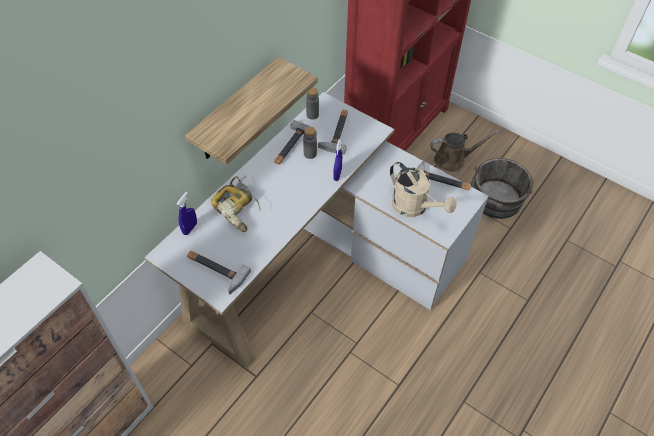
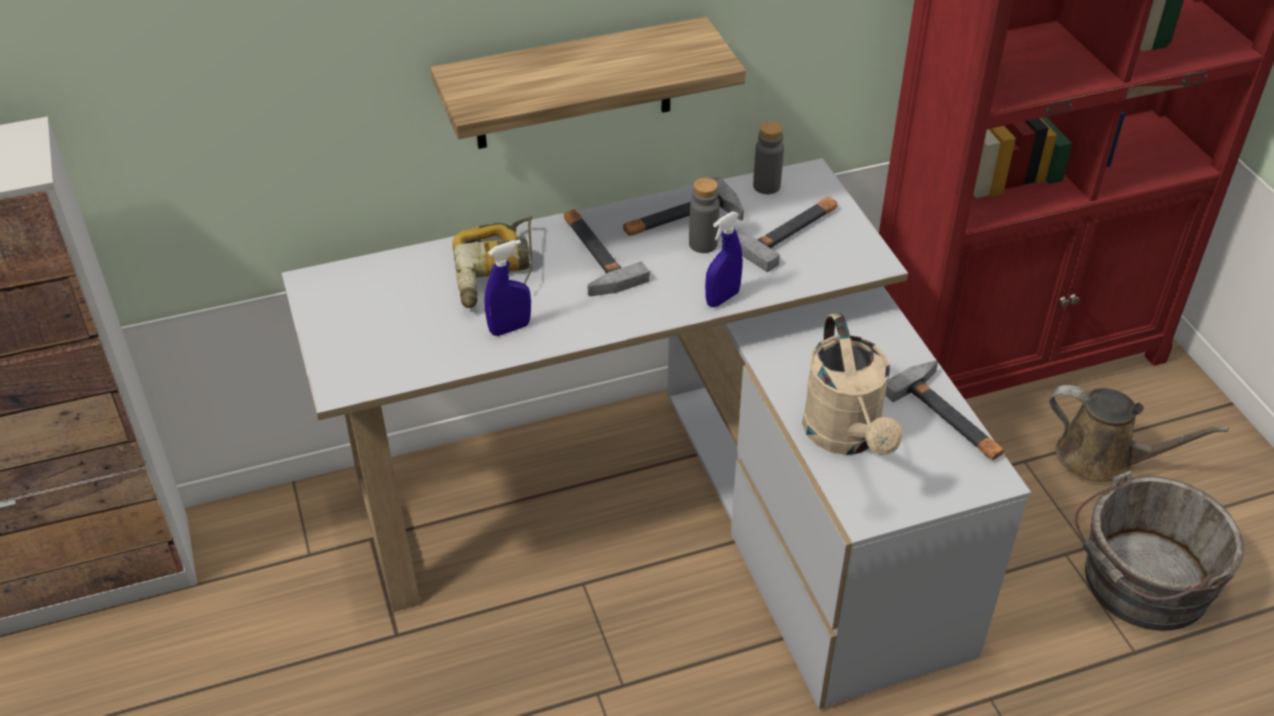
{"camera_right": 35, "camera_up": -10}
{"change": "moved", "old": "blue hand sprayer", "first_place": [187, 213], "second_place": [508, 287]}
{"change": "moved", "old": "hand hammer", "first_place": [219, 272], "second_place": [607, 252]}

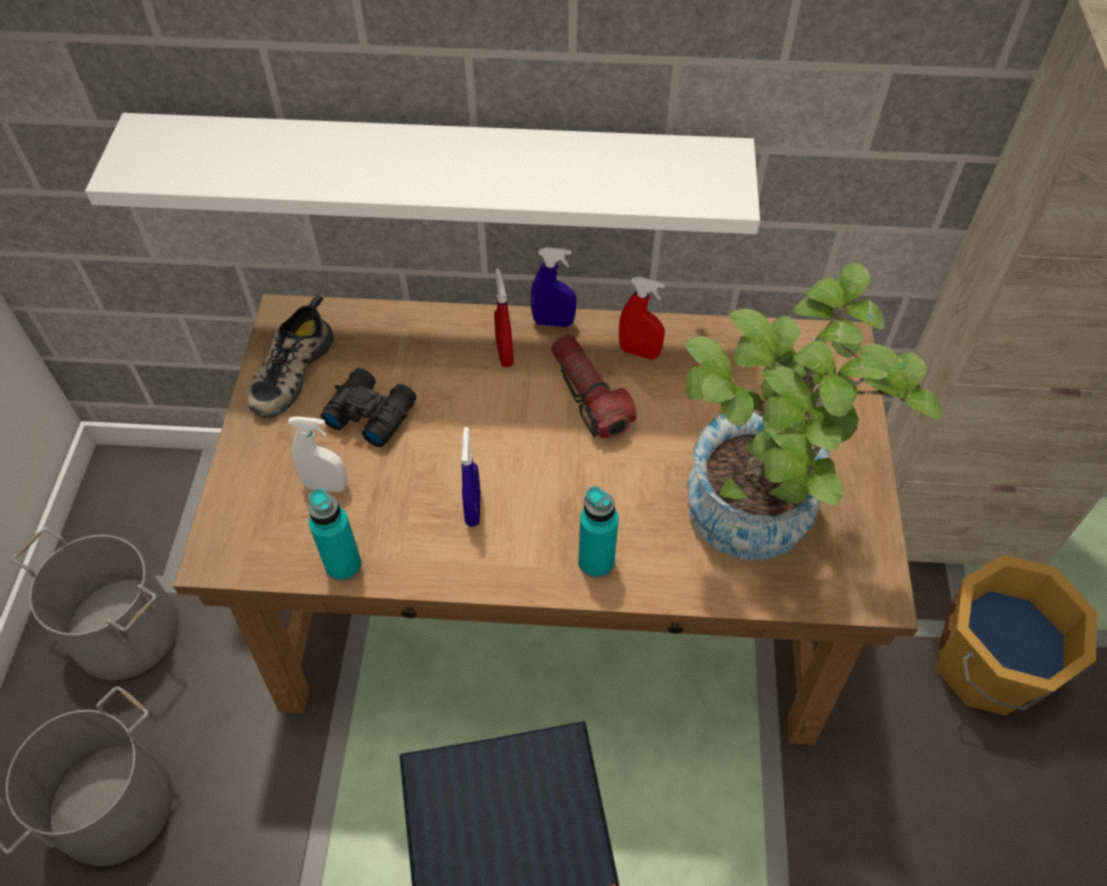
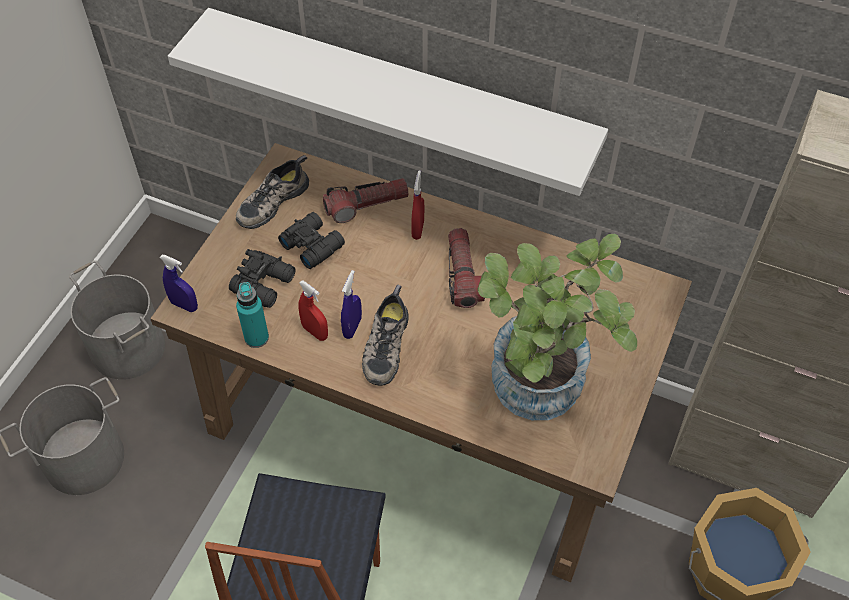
{"camera_right": 20, "camera_up": 0}
{"change": "moved", "old": "blue hand sprayer", "first_place": [553, 287], "second_place": [179, 283]}
{"change": "moved", "old": "red-coloured hand sprayer", "first_place": [642, 318], "second_place": [313, 310]}
{"change": "replaced", "old": "white-coloured hand sprayer", "new": "black binoculars", "first_place": [318, 454], "second_place": [262, 278]}
{"change": "removed", "old": "turquoise beverage bottle", "first_place": [598, 532]}
{"change": "added", "new": "torch", "second_place": [366, 200]}
{"change": "added", "new": "item of footwear", "second_place": [385, 335]}

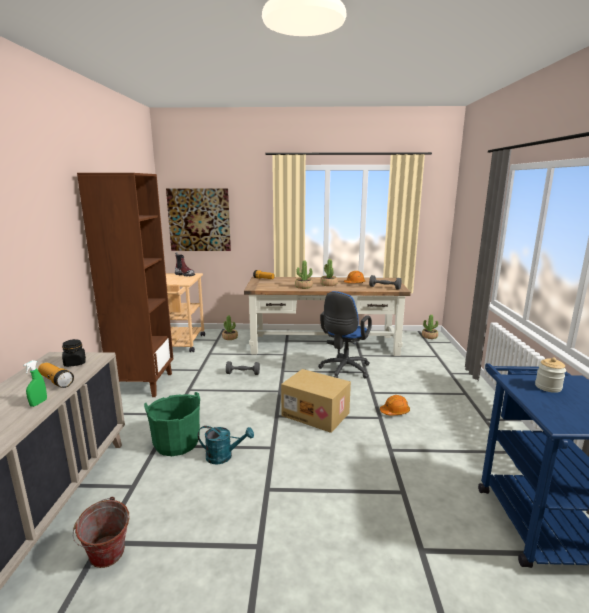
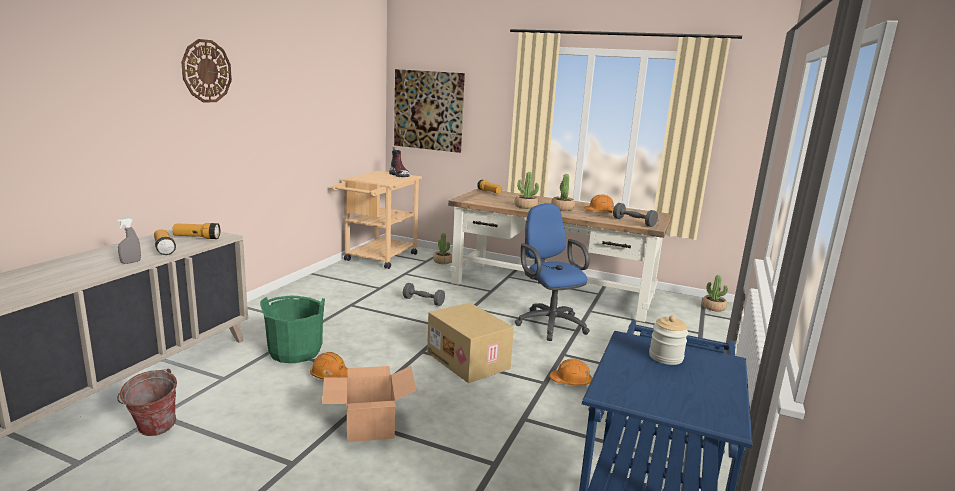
{"camera_right": 20, "camera_up": 0}
{"change": "removed", "old": "brownish bookshelf", "first_place": [125, 285]}
{"change": "turned", "old": "blue desk chair", "first_place": [345, 335], "second_place": [552, 272], "degrees": 105}
{"change": "replaced", "old": "black preserve jar", "new": "torch", "first_place": [74, 353], "second_place": [196, 231]}
{"change": "recoloured", "old": "green hand sprayer", "new": "gray hand sprayer", "first_place": [35, 383], "second_place": [129, 241]}
{"change": "replaced", "old": "turquoise sprinkling can", "new": "orange-coloured work helmet", "first_place": [226, 445], "second_place": [329, 366]}
{"change": "added", "new": "wall clock", "second_place": [206, 71]}
{"change": "added", "new": "packing box", "second_place": [369, 404]}

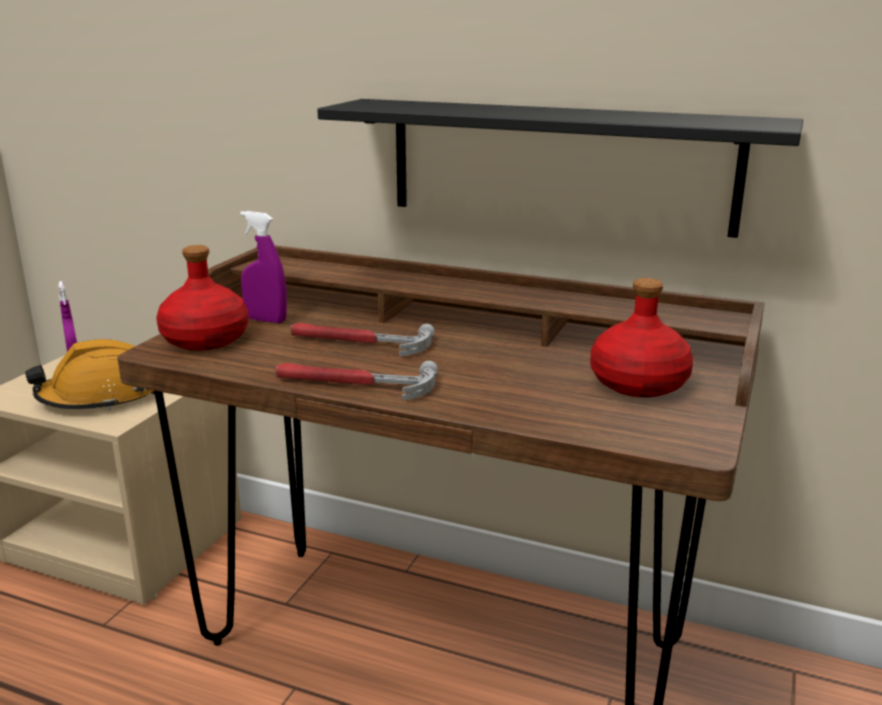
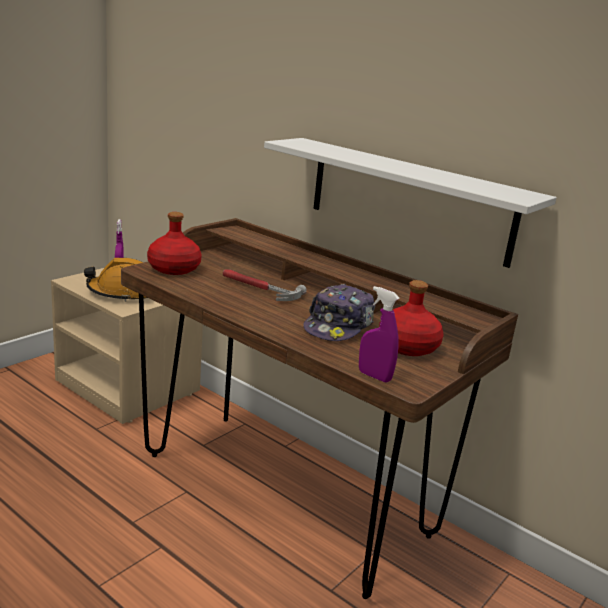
{"camera_right": 15, "camera_up": 0}
{"change": "recoloured", "old": "black shelf", "new": "white-coloured shelf", "first_place": [560, 168], "second_place": [410, 203]}
{"change": "moved", "old": "purple hand sprayer", "first_place": [263, 267], "second_place": [379, 334]}
{"change": "removed", "old": "hand hammer", "first_place": [357, 380]}
{"change": "added", "new": "peaked cap", "second_place": [339, 312]}

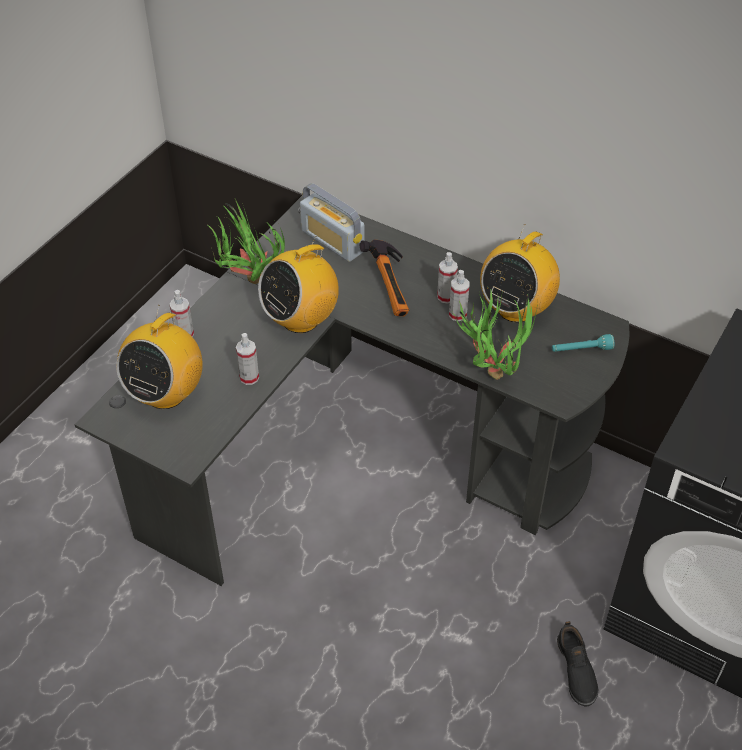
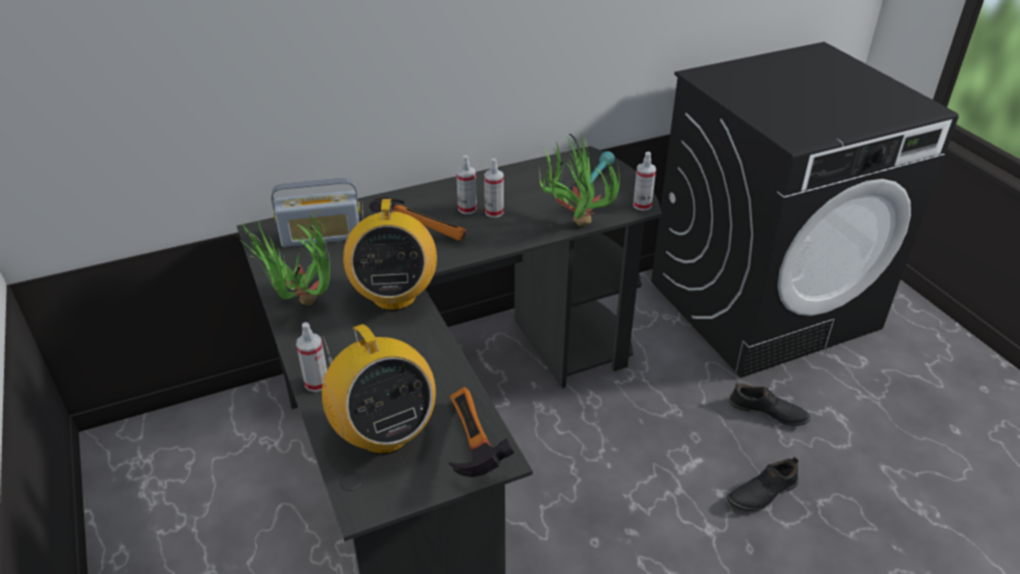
{"camera_right": -55, "camera_up": -10}
{"change": "removed", "old": "radio set", "first_place": [520, 273]}
{"change": "moved", "old": "hand sprayer", "first_place": [247, 359], "second_place": [644, 181]}
{"change": "added", "new": "hand hammer", "second_place": [481, 432]}
{"change": "added", "new": "black item of footwear", "second_place": [763, 484]}

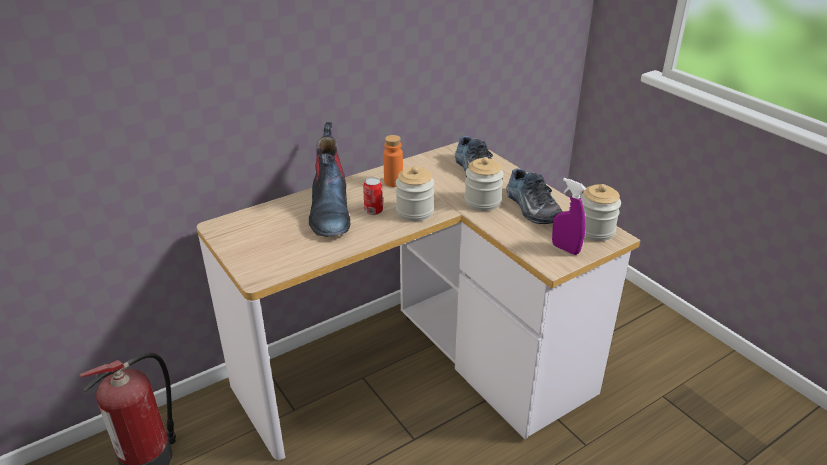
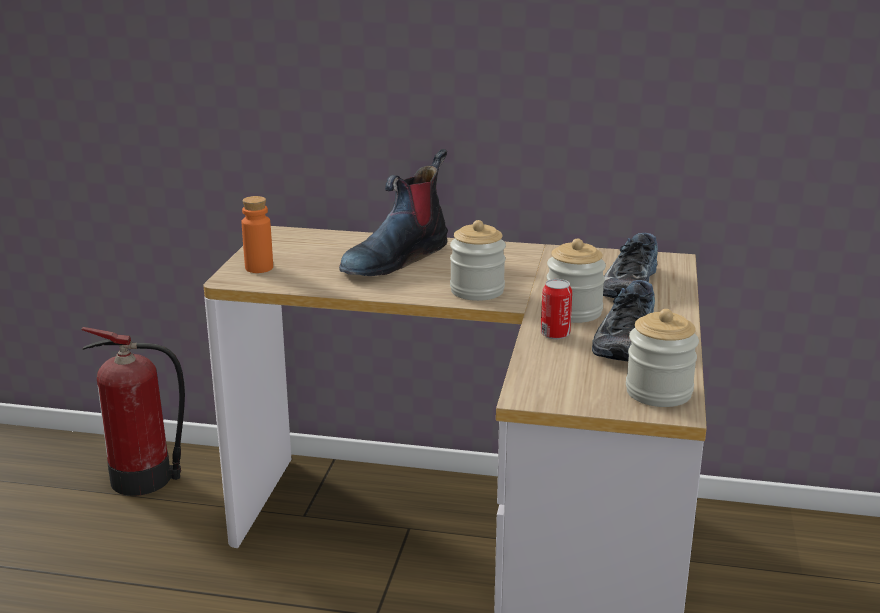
{"camera_right": 45, "camera_up": -10}
{"change": "moved", "old": "orange-coloured beverage bottle", "first_place": [393, 161], "second_place": [257, 234]}
{"change": "moved", "old": "sealed can", "first_place": [373, 196], "second_place": [556, 309]}
{"change": "removed", "old": "purple hand sprayer", "first_place": [569, 216]}

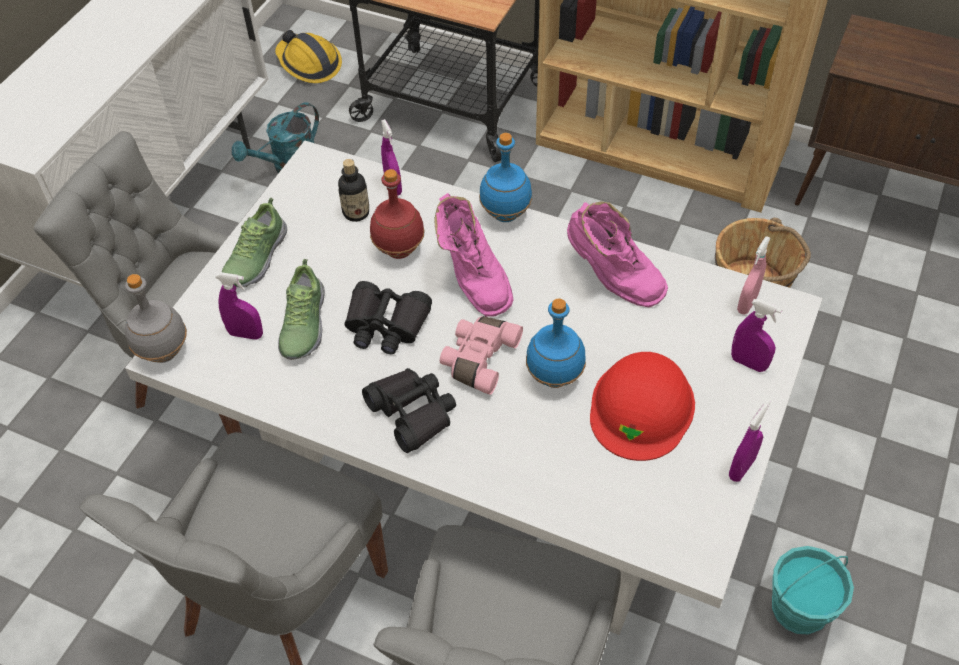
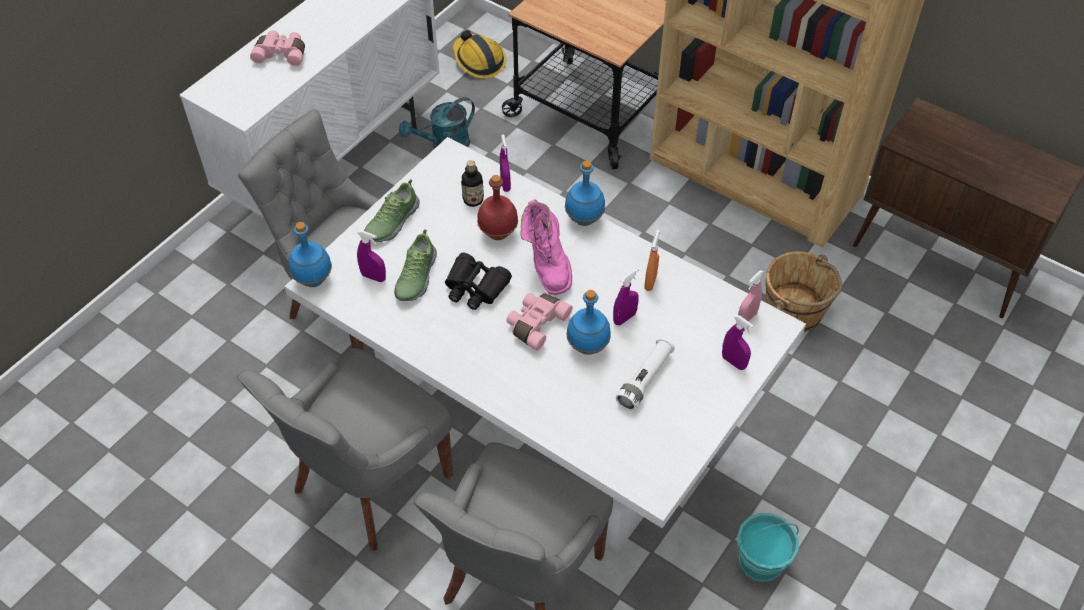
{"camera_right": 10, "camera_up": 0}
{"change": "replaced", "old": "pinkish high-top boot", "new": "orange-coloured hand sprayer", "first_place": [617, 254], "second_place": [652, 260]}
{"change": "recoloured", "old": "gray beverage bottle", "new": "blue beverage bottle", "first_place": [156, 318], "second_place": [310, 254]}
{"change": "replaced", "old": "red-coloured work helmet", "new": "white-coloured torch", "first_place": [642, 406], "second_place": [645, 374]}
{"change": "removed", "old": "black binoculars", "first_place": [409, 410]}
{"change": "moved", "old": "purple hand sprayer", "first_place": [750, 441], "second_place": [626, 296]}
{"change": "added", "new": "pinkish binoculars", "second_place": [277, 48]}

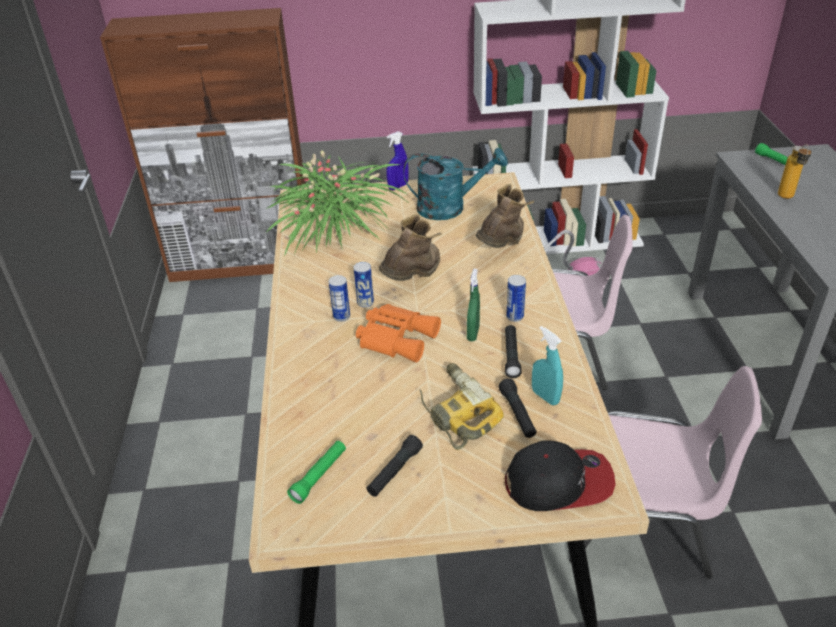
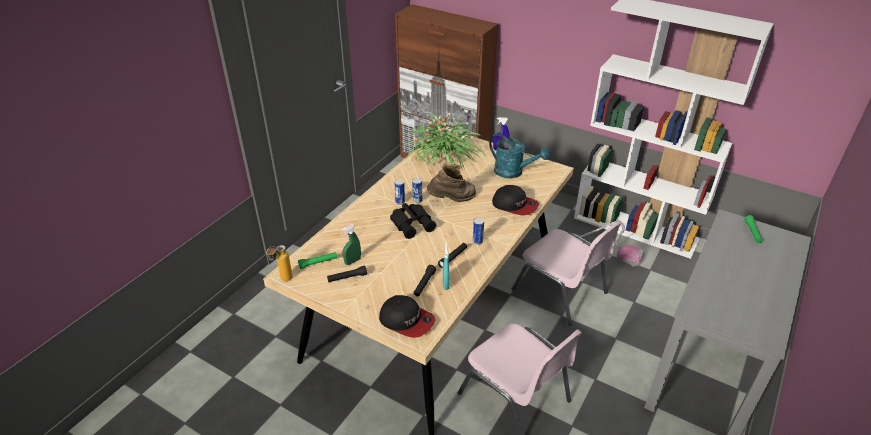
{"camera_right": 35, "camera_up": 0}
{"change": "moved", "old": "beverage bottle", "first_place": [794, 171], "second_place": [280, 263]}
{"change": "replaced", "old": "brownish high-top boot", "new": "peaked cap", "first_place": [505, 216], "second_place": [515, 200]}
{"change": "moved", "old": "green hand sprayer", "first_place": [473, 305], "second_place": [351, 244]}
{"change": "recoloured", "old": "orange-coloured binoculars", "new": "black binoculars", "first_place": [398, 333], "second_place": [413, 221]}
{"change": "removed", "old": "drill", "first_place": [462, 406]}

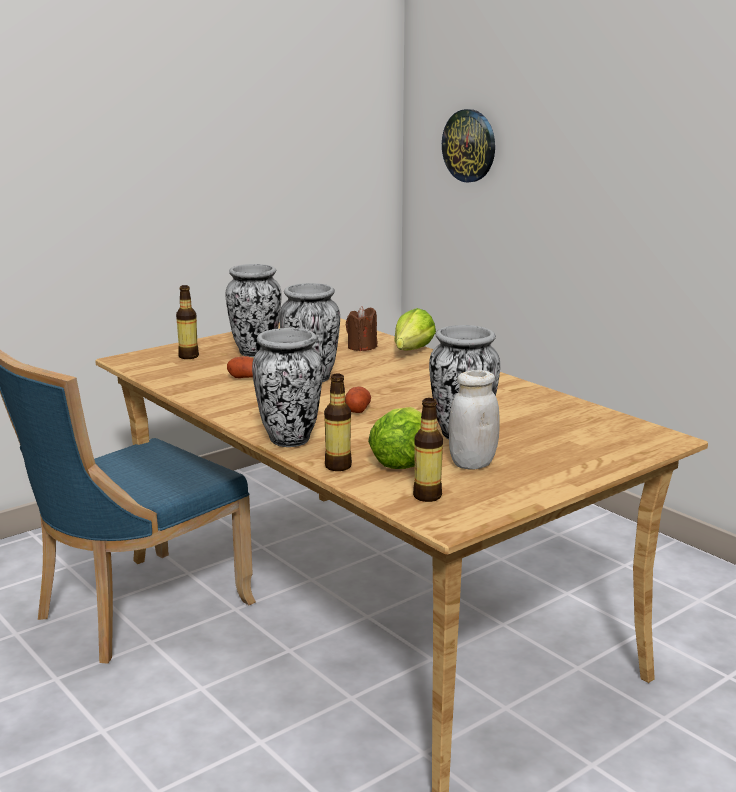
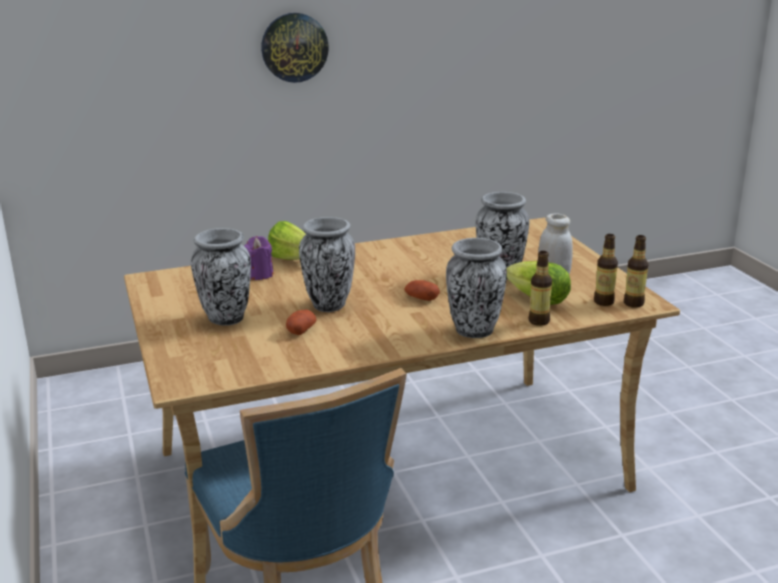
{"camera_right": -70, "camera_up": 5}
{"change": "moved", "old": "wall clock", "first_place": [468, 146], "second_place": [295, 48]}
{"change": "moved", "old": "beverage bottle", "first_place": [187, 322], "second_place": [636, 271]}
{"change": "recoloured", "old": "brownish wax light", "new": "purple wax light", "first_place": [361, 328], "second_place": [258, 258]}

